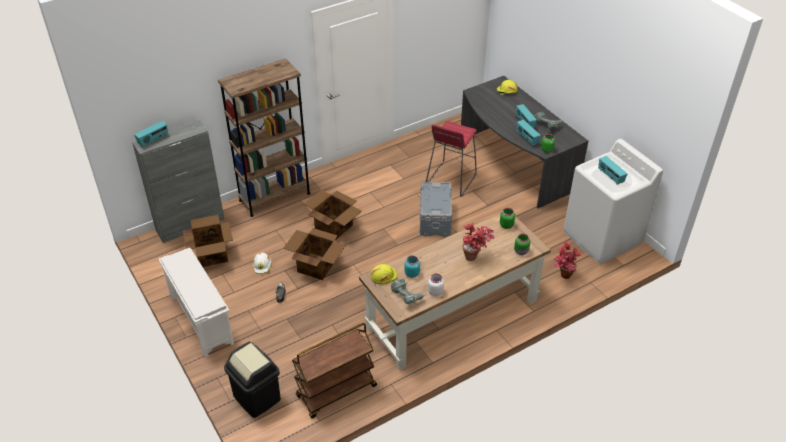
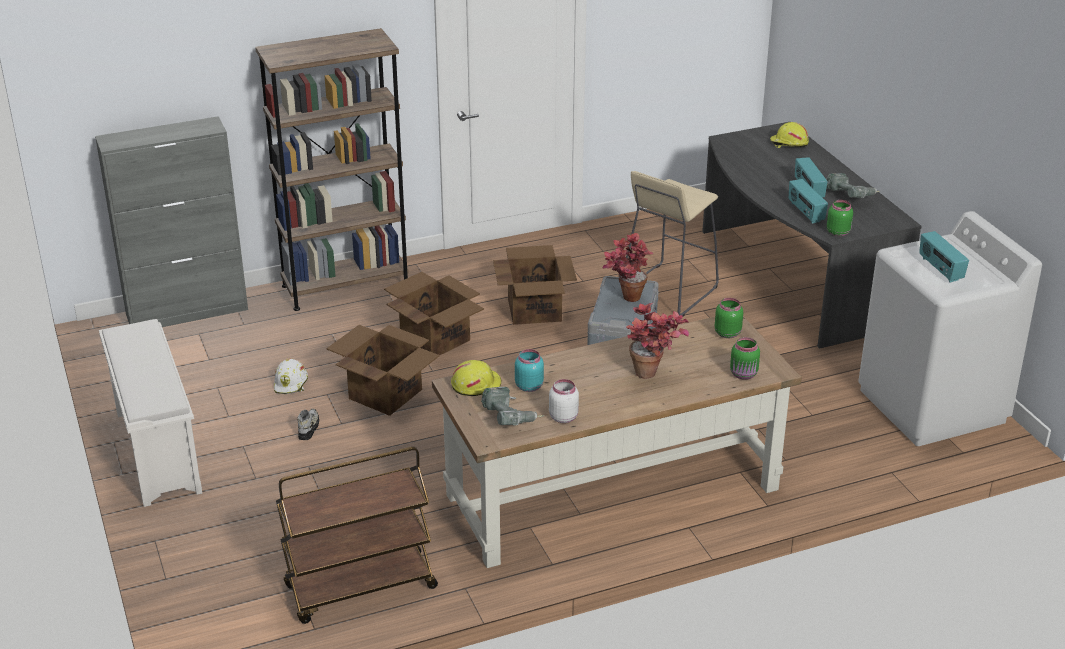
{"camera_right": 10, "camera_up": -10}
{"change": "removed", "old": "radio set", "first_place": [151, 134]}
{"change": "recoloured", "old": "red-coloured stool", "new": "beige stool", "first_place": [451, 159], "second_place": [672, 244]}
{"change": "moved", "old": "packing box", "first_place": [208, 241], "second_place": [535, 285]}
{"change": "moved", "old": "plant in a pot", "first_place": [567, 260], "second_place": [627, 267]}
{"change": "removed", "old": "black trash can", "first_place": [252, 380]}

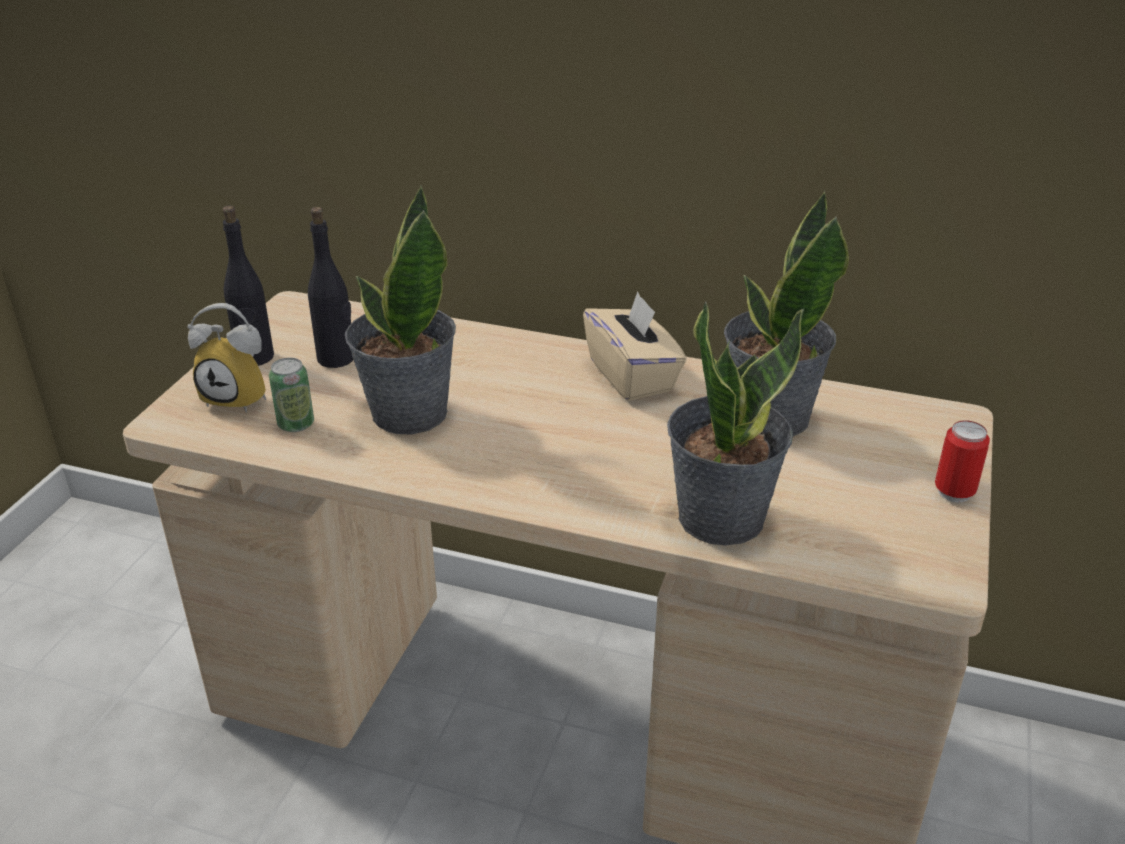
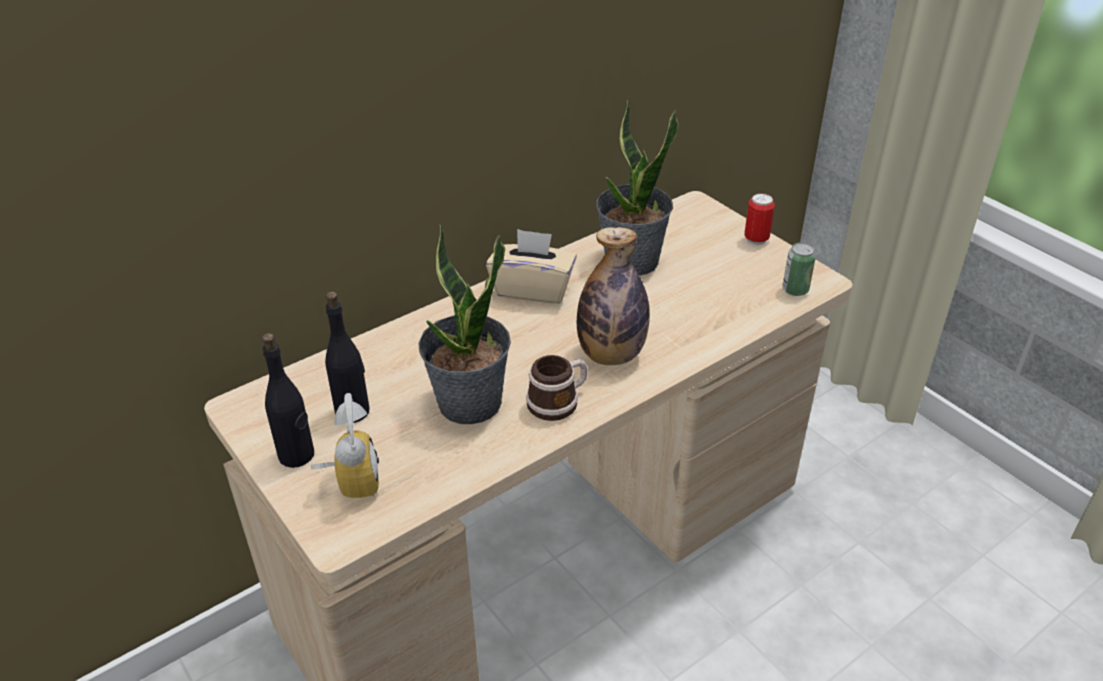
{"camera_right": -55, "camera_up": 5}
{"change": "removed", "old": "plant in a pot", "first_place": [735, 424]}
{"change": "turned", "old": "alarm clock", "first_place": [226, 358], "second_place": [345, 445], "degrees": -60}
{"change": "moved", "old": "sealed can", "first_place": [291, 395], "second_place": [799, 269]}
{"change": "added", "new": "beverage bottle", "second_place": [613, 296]}
{"change": "added", "new": "tea mug", "second_place": [557, 388]}

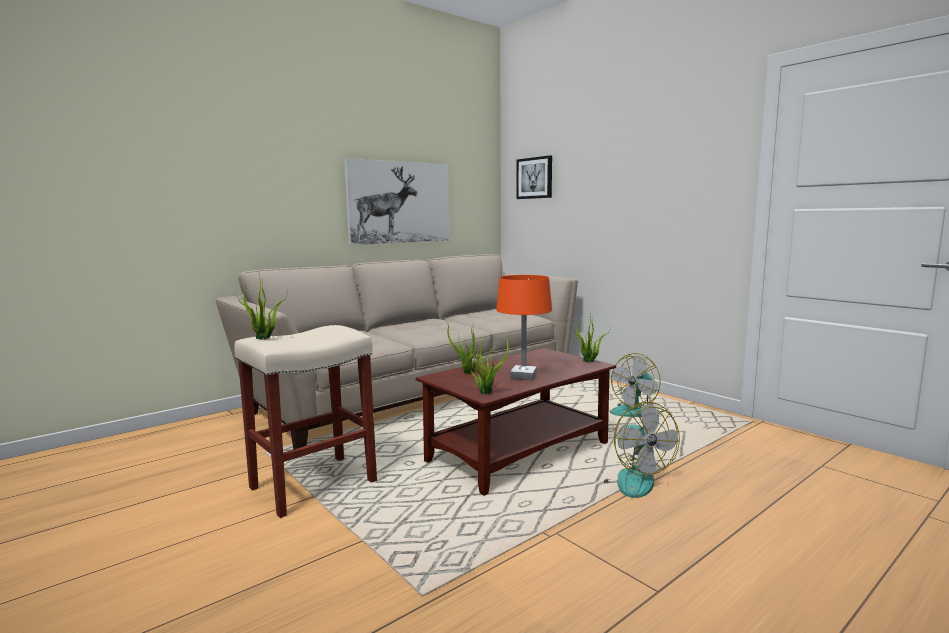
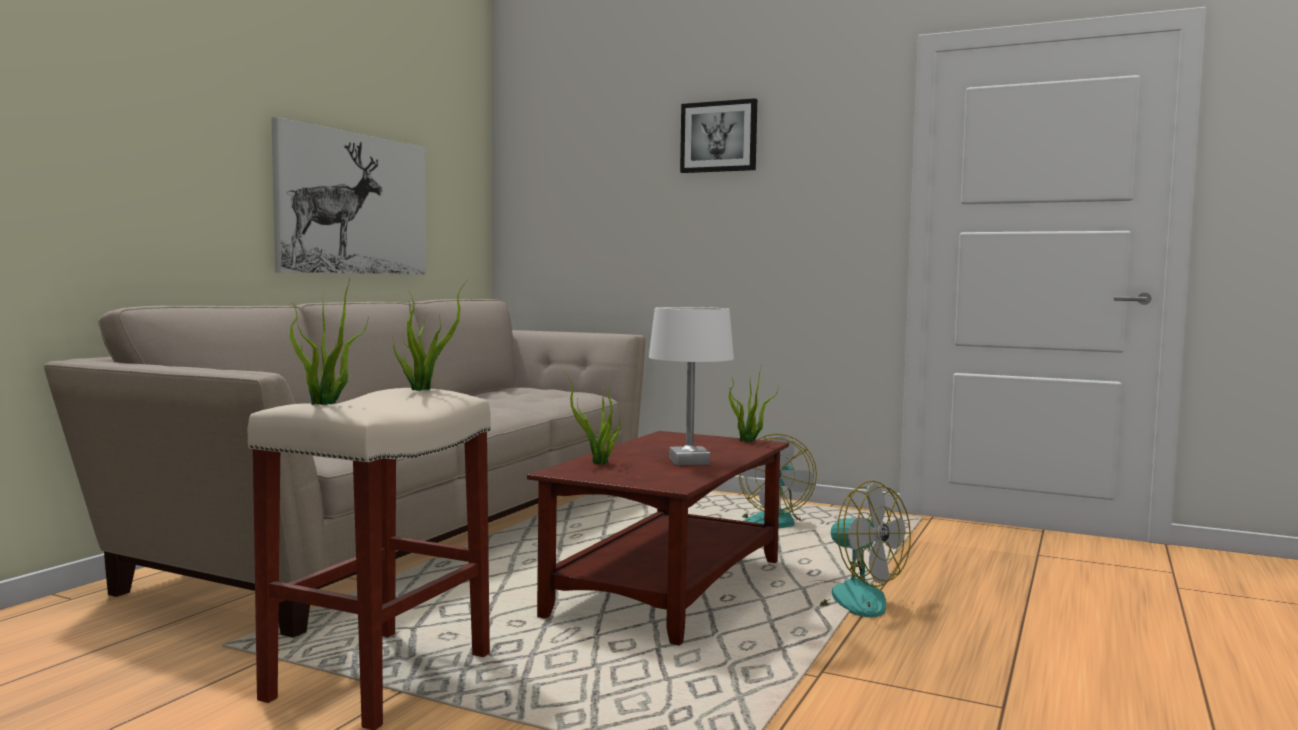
{"camera_right": -25, "camera_up": -5}
{"change": "moved", "old": "wall picture", "first_place": [534, 177], "second_place": [718, 135]}
{"change": "recoloured", "old": "orange-coloured lamp for a table", "new": "white-coloured lamp for a table", "first_place": [524, 327], "second_place": [691, 386]}
{"change": "moved", "old": "plant in a pot", "first_place": [489, 364], "second_place": [430, 335]}

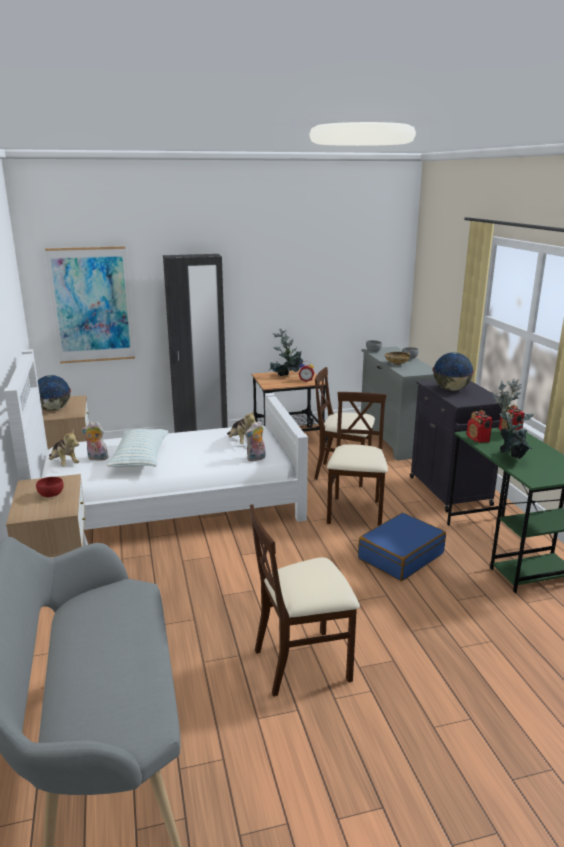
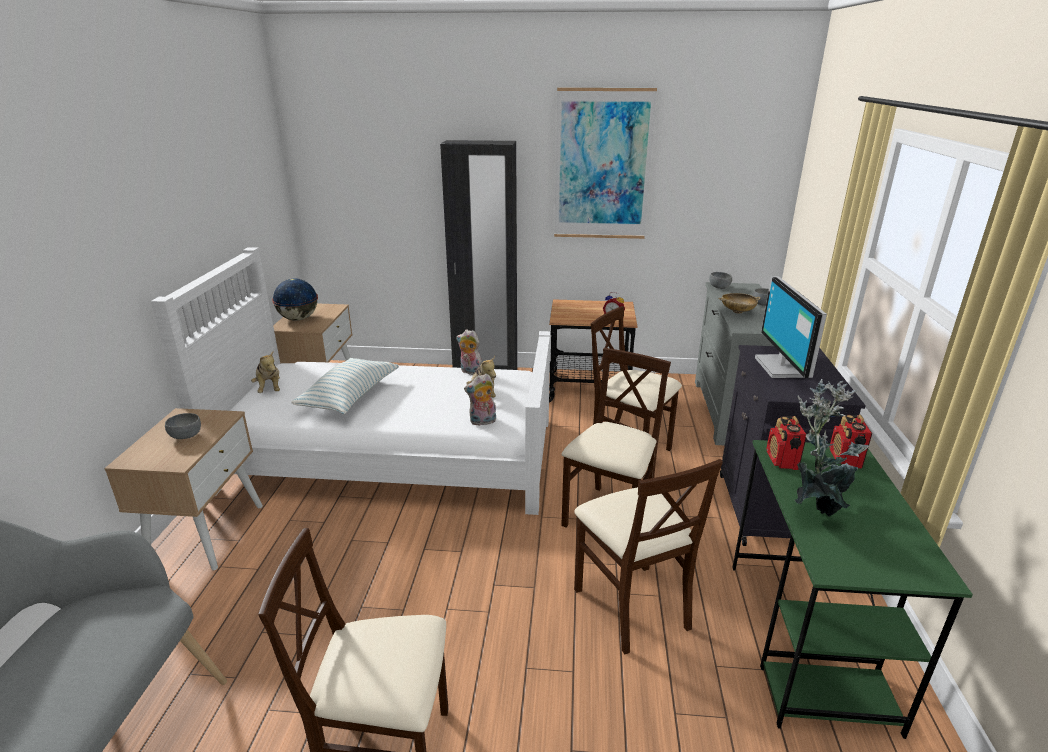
{"camera_right": 20, "camera_up": 5}
{"change": "moved", "old": "wall picture", "first_place": [90, 305], "second_place": [605, 163]}
{"change": "removed", "old": "plant in a pot", "first_place": [286, 352]}
{"change": "replaced", "old": "globe", "new": "monitor", "first_place": [453, 371], "second_place": [791, 327]}
{"change": "moved", "old": "cuddly toy", "first_place": [94, 441], "second_place": [469, 352]}
{"change": "recoloured", "old": "red-coloured bowl", "new": "gray bowl", "first_place": [50, 487], "second_place": [183, 426]}
{"change": "replaced", "old": "blue piece of luggage", "new": "beige plain chair", "first_place": [402, 547], "second_place": [648, 556]}

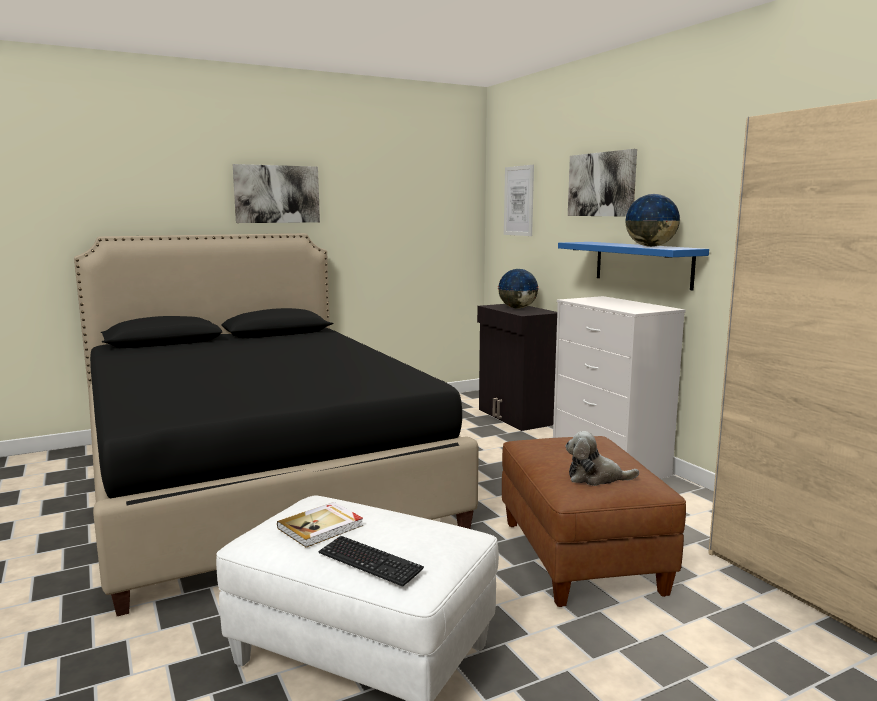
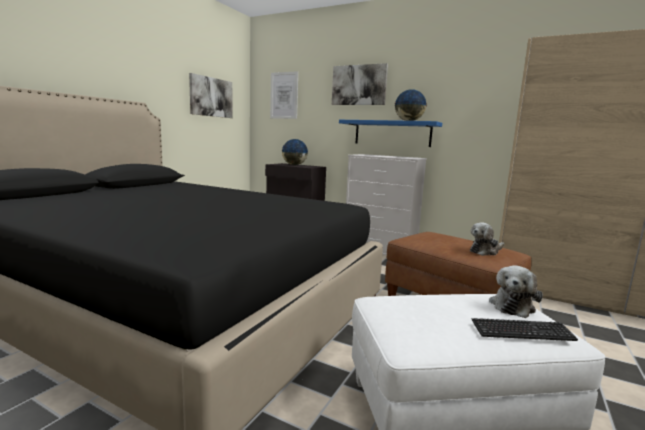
{"camera_right": -35, "camera_up": 0}
{"change": "moved", "old": "wall picture", "first_place": [276, 193], "second_place": [211, 95]}
{"change": "removed", "old": "book", "first_place": [320, 524]}
{"change": "added", "new": "cuddly toy", "second_place": [516, 291]}

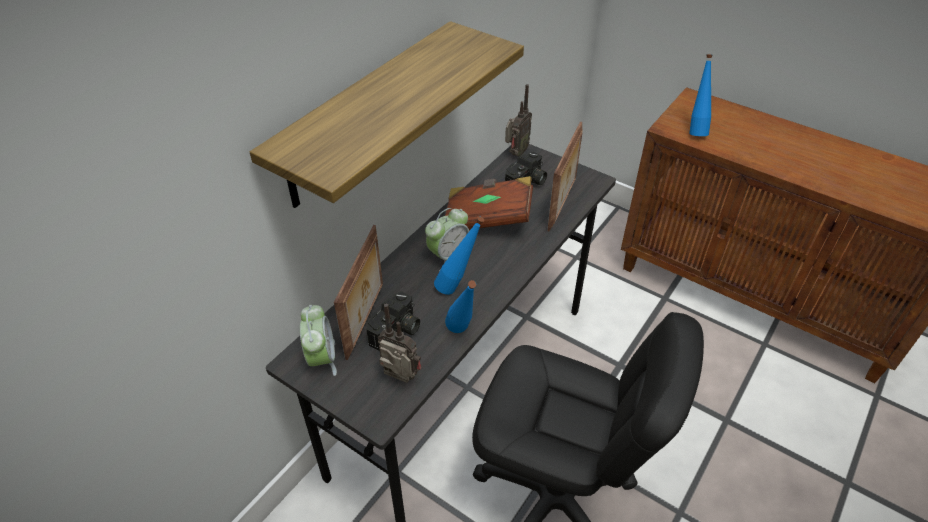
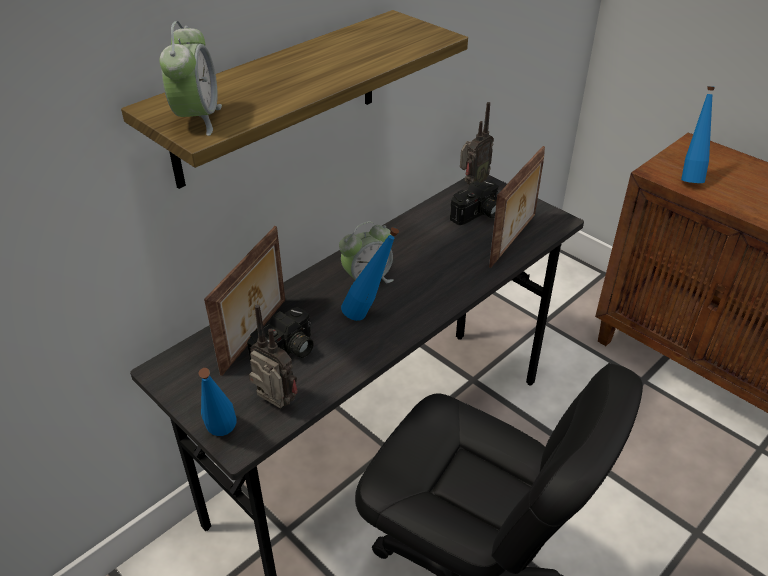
{"camera_right": 10, "camera_up": -5}
{"change": "removed", "old": "brownish book", "first_place": [489, 203]}
{"change": "moved", "old": "blue beverage bottle", "first_place": [460, 306], "second_place": [218, 402]}
{"change": "moved", "old": "alarm clock", "first_place": [318, 340], "second_place": [191, 78]}

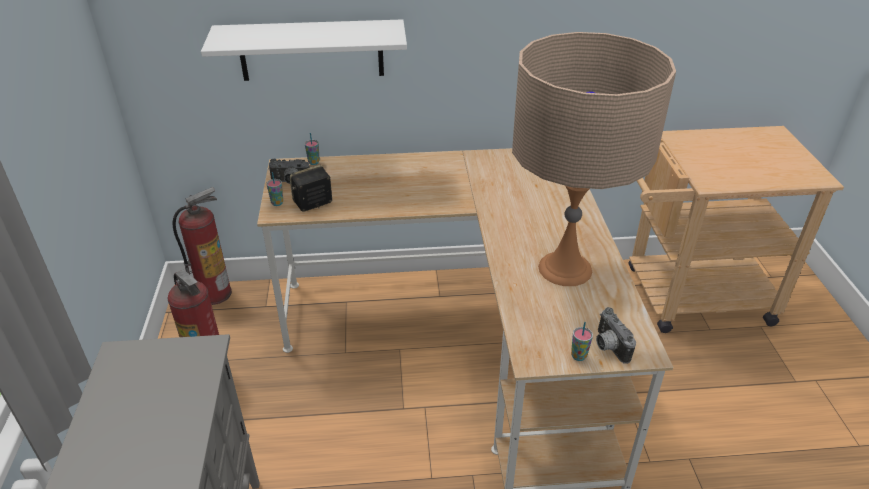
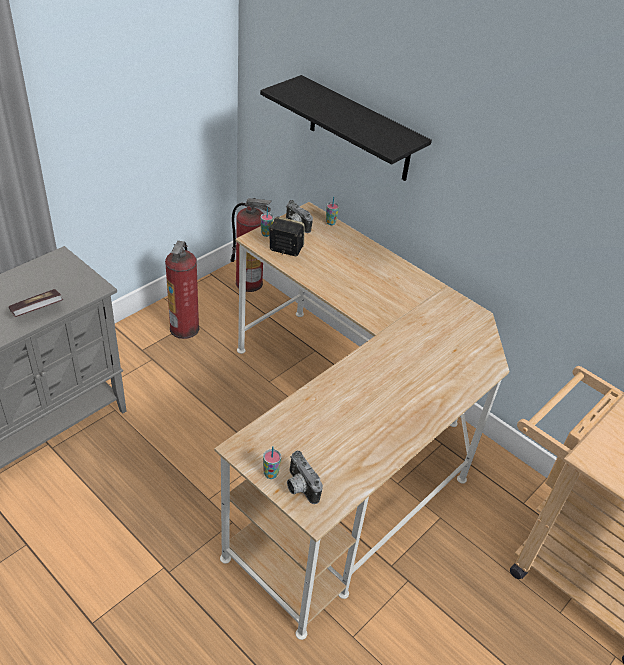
{"camera_right": 45, "camera_up": 5}
{"change": "recoloured", "old": "white-coloured shelf", "new": "black shelf", "first_place": [304, 50], "second_place": [346, 128]}
{"change": "removed", "old": "beige lamp for a table", "first_place": [594, 159]}
{"change": "turned", "old": "still camera", "first_place": [616, 335], "second_place": [305, 477], "degrees": -60}
{"change": "added", "new": "book", "second_place": [36, 303]}

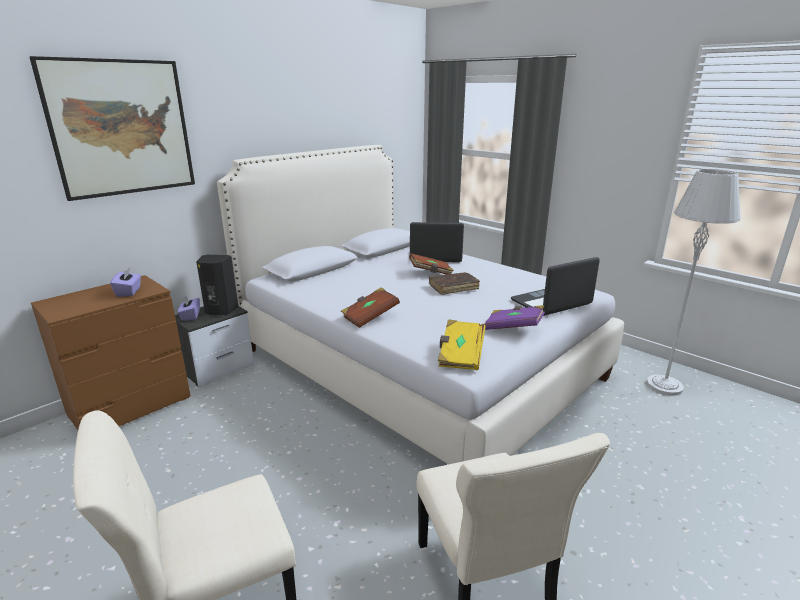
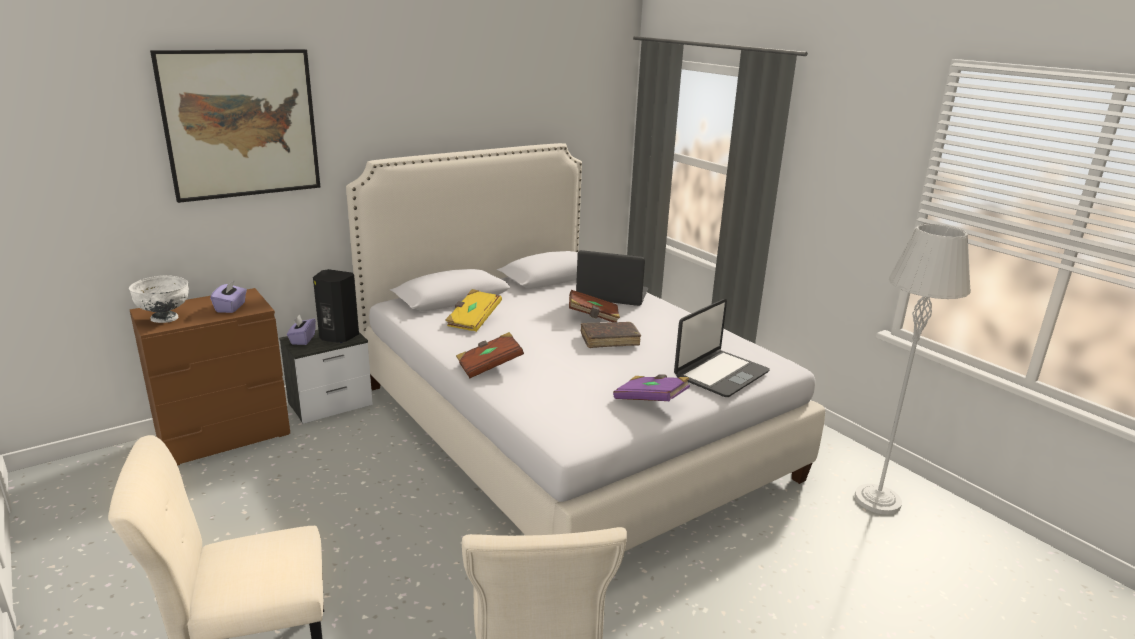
{"camera_right": 10, "camera_up": 0}
{"change": "turned", "old": "portable computer", "first_place": [555, 286], "second_place": [722, 348], "degrees": 150}
{"change": "moved", "old": "yellowish book", "first_place": [462, 344], "second_place": [473, 310]}
{"change": "added", "new": "white-coloured bowl", "second_place": [159, 299]}

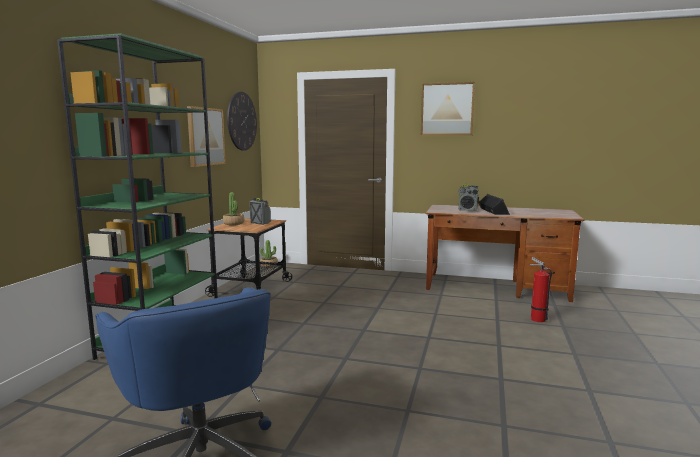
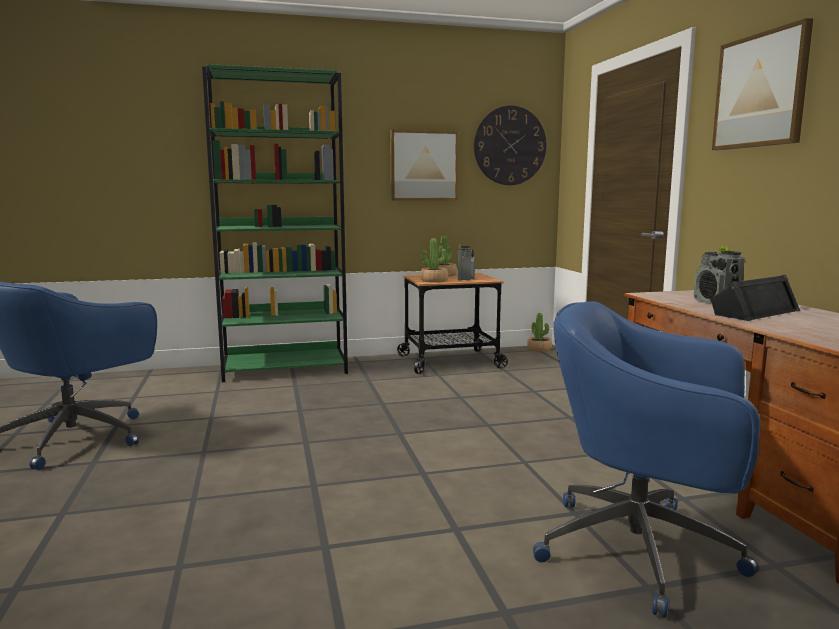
{"camera_right": 60, "camera_up": 0}
{"change": "replaced", "old": "fire-fighting cylinder", "new": "blue desk chair", "first_place": [541, 289], "second_place": [646, 460]}
{"change": "added", "new": "plant in a pot", "second_place": [434, 260]}

